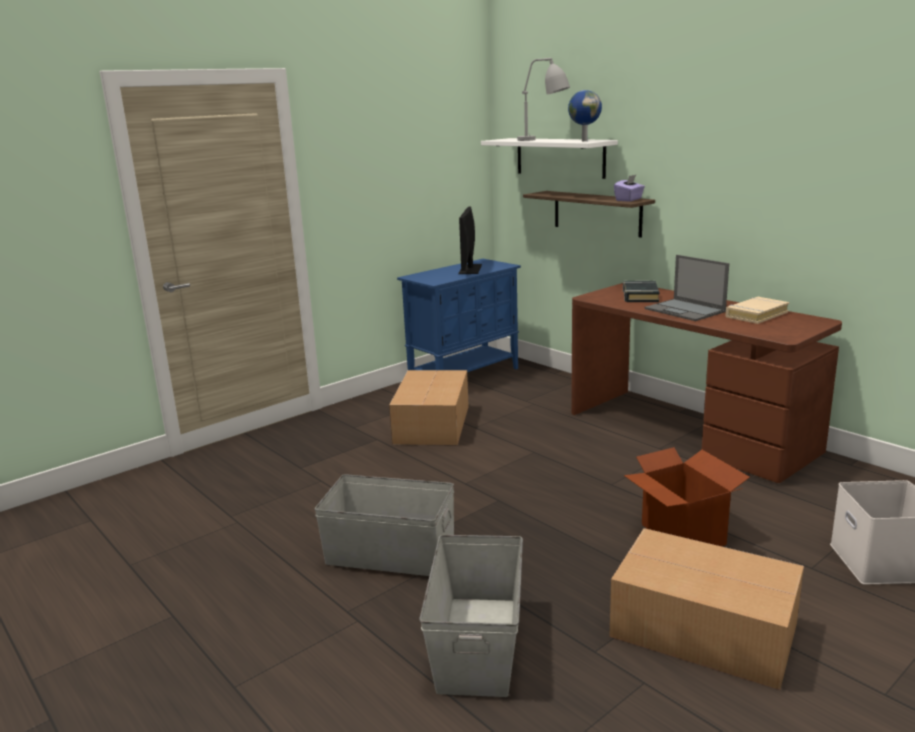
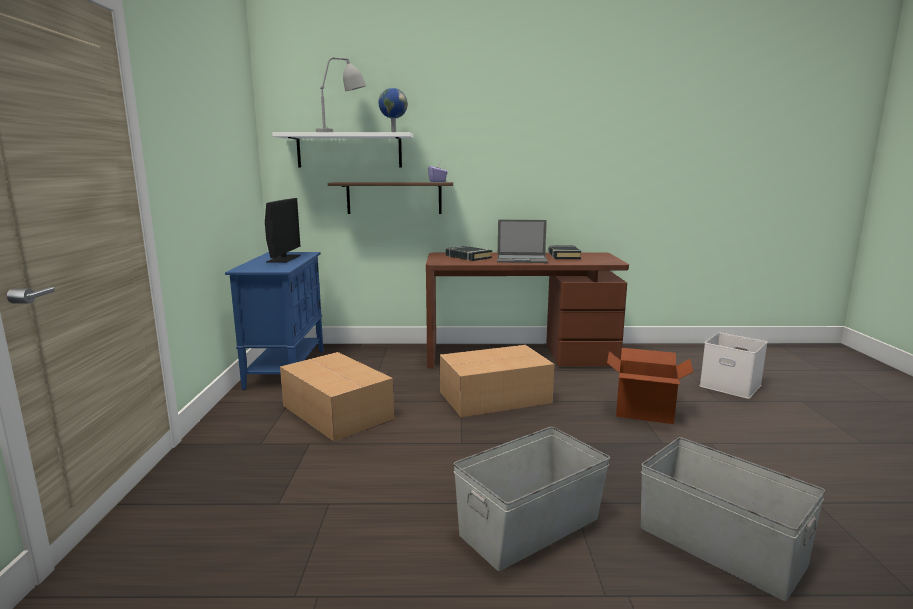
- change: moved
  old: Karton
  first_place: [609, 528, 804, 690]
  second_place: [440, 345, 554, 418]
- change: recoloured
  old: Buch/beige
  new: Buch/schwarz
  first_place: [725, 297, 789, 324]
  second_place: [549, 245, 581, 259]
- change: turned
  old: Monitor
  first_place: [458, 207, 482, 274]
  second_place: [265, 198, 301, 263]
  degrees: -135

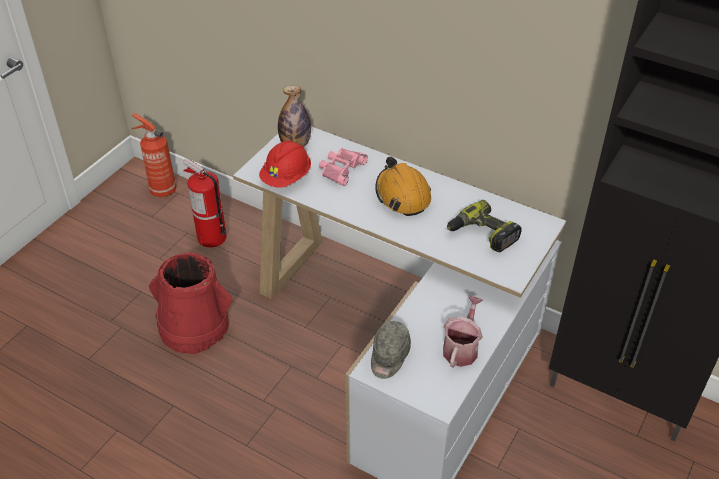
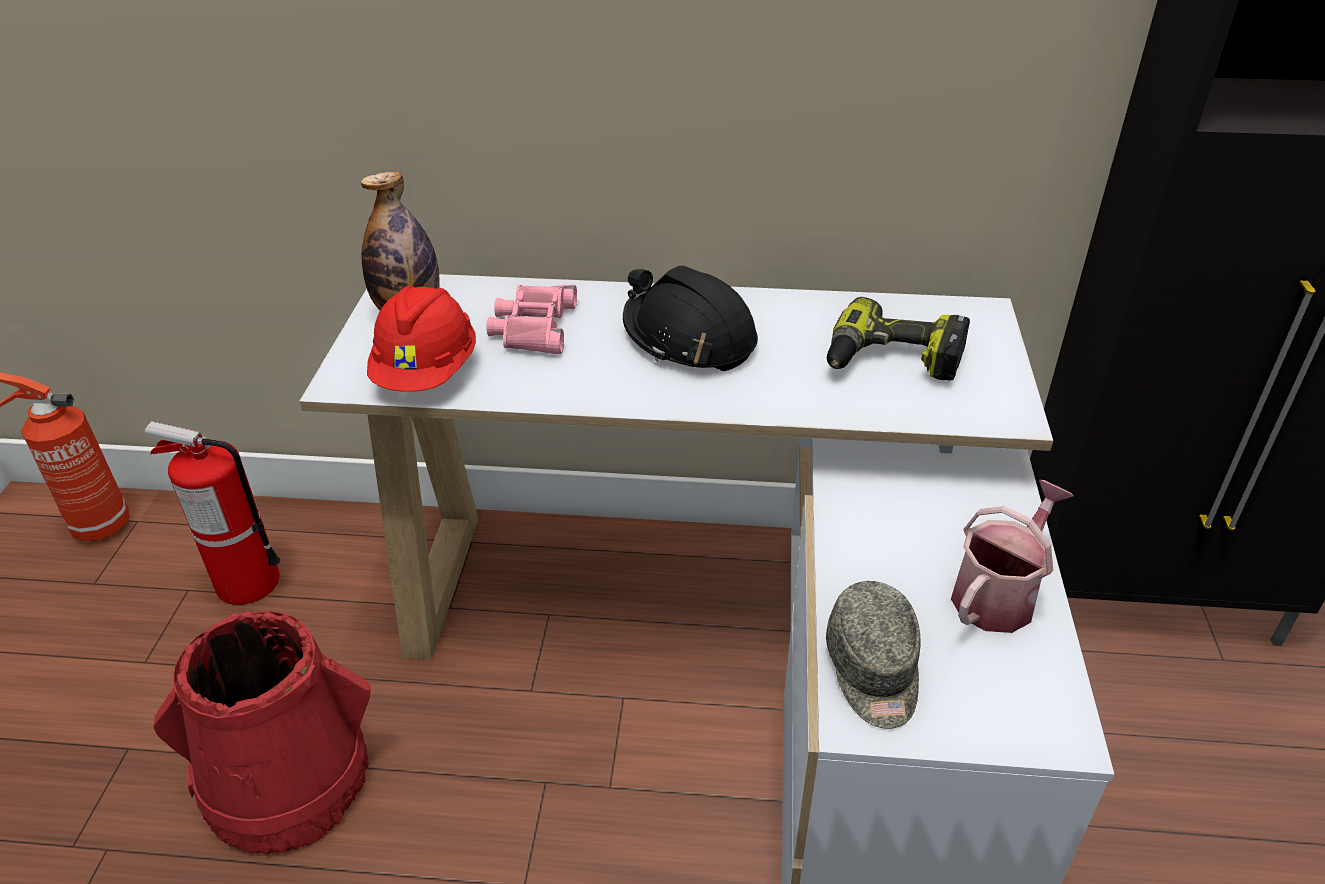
- change: recoloured
  old: Schutzhelm/orange
  new: Schutzhelm/schwarz
  first_place: [375, 157, 431, 216]
  second_place: [623, 265, 758, 371]
- change: turned
  old: Gießkanne
  first_place: [443, 296, 483, 368]
  second_place: [951, 480, 1074, 633]
  degrees: 45

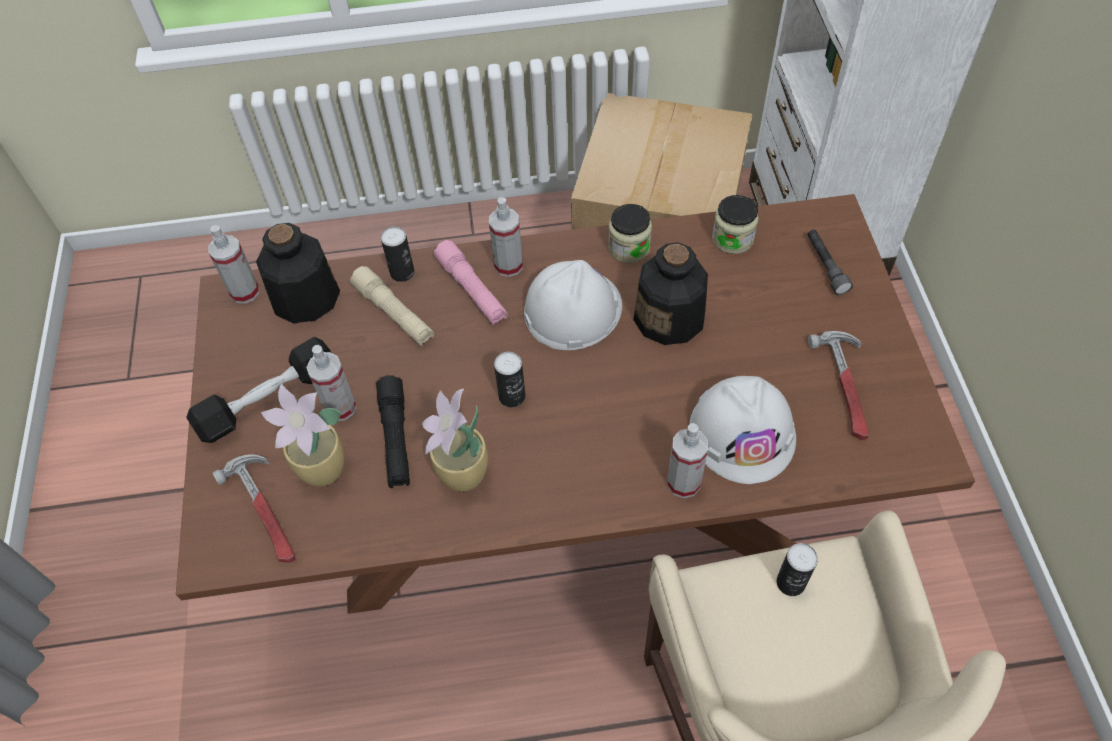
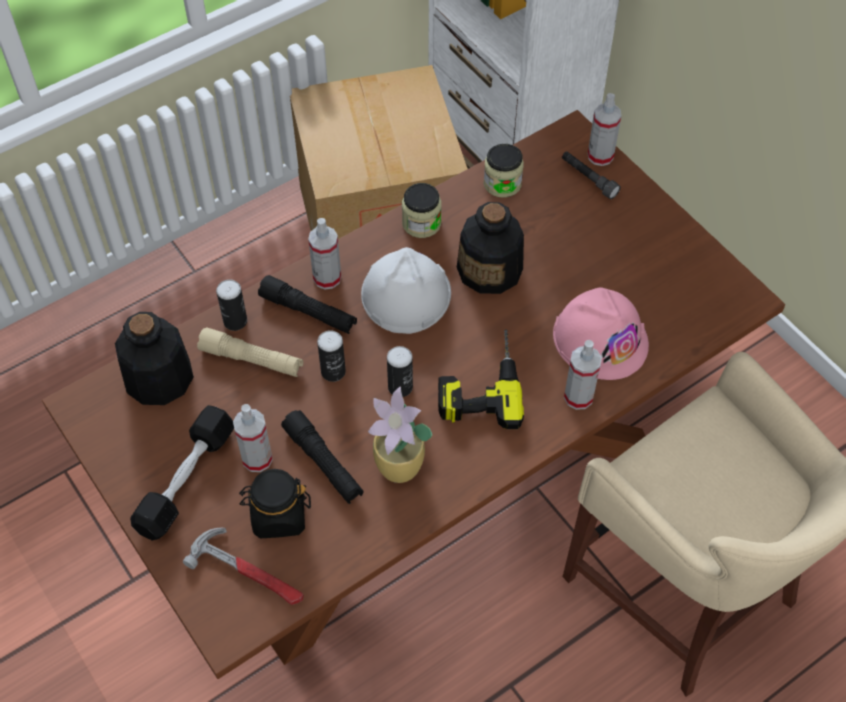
- change: removed
  old: Hammer
  first_place: [808, 331, 869, 440]
- change: added
  new: Bohrmaschine
  second_place: [438, 330, 524, 429]
- change: moved
  old: Sprühflasche
  first_place: [208, 225, 259, 304]
  second_place: [588, 93, 622, 166]
- change: moved
  old: Dose
  first_place: [777, 543, 818, 596]
  second_place: [317, 330, 346, 382]
- change: replaced
  old: Topfpflanze
  new: Vorratsglas/schwarz
  first_place: [261, 384, 344, 487]
  second_place: [239, 469, 311, 538]
- change: recoloured
  old: Taschenlampe/rosa
  new: Taschenlampe/schwarz
  first_place: [434, 240, 508, 325]
  second_place: [258, 275, 357, 334]
- change: recoloured
  old: Schutzhelm/weiß
  new: Schutzhelm/rosa
  first_place: [690, 376, 796, 484]
  second_place: [553, 287, 649, 380]

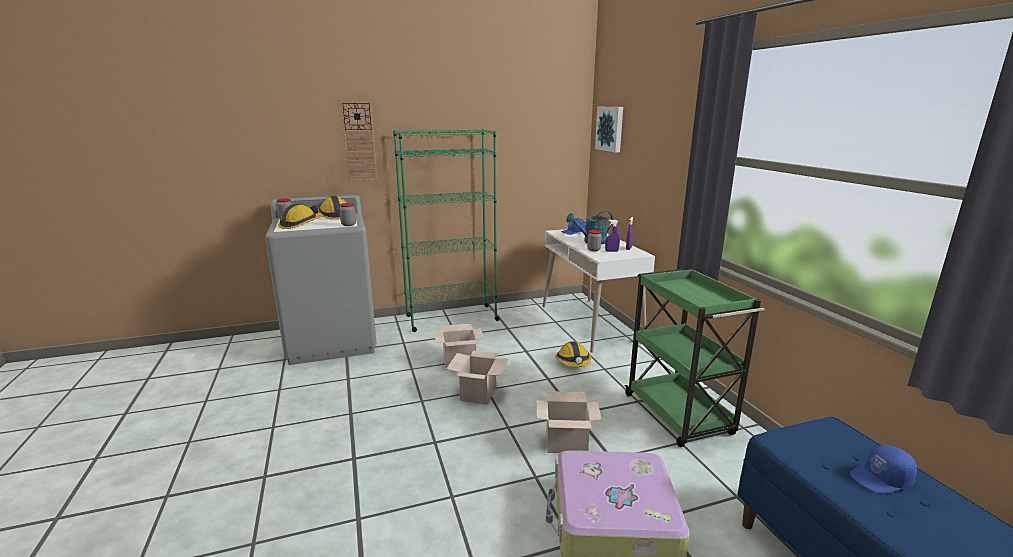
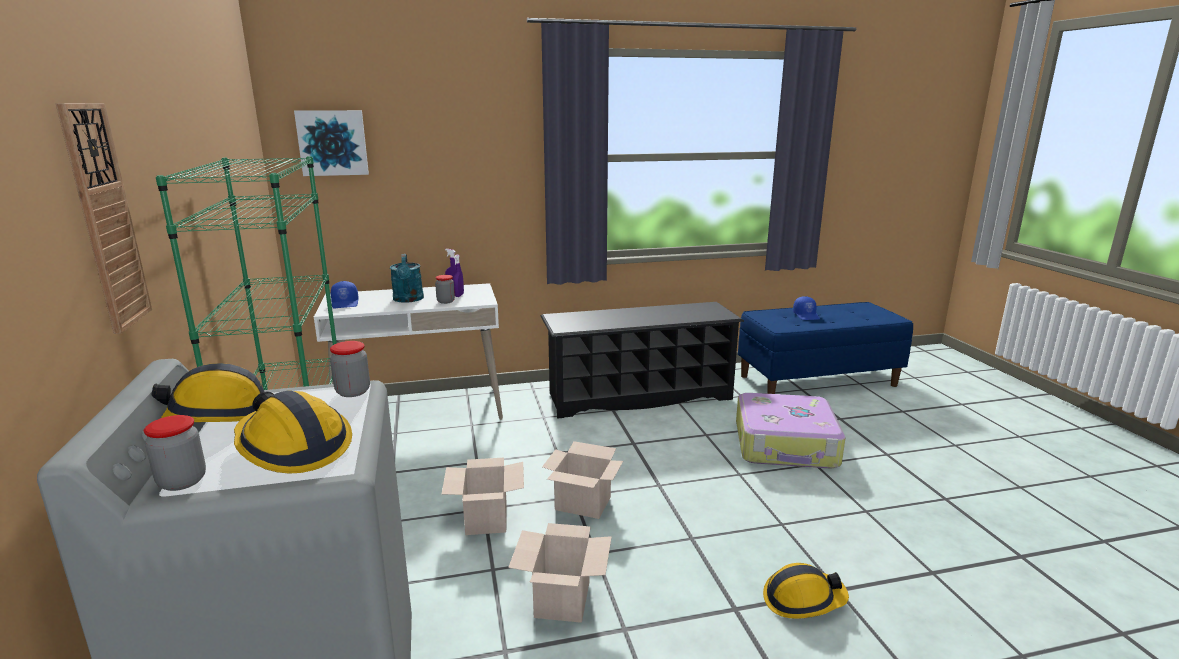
- change: moved
  old: Karton
  first_place: [536, 391, 602, 453]
  second_place: [508, 523, 612, 623]
- change: moved
  old: Schutzhelm
  first_place: [555, 342, 591, 367]
  second_place: [763, 563, 849, 619]
- change: replaced
  old: Rollwagen/grün
  new: Schuhregal/schwarz
  first_place: [624, 268, 765, 447]
  second_place: [540, 302, 744, 419]

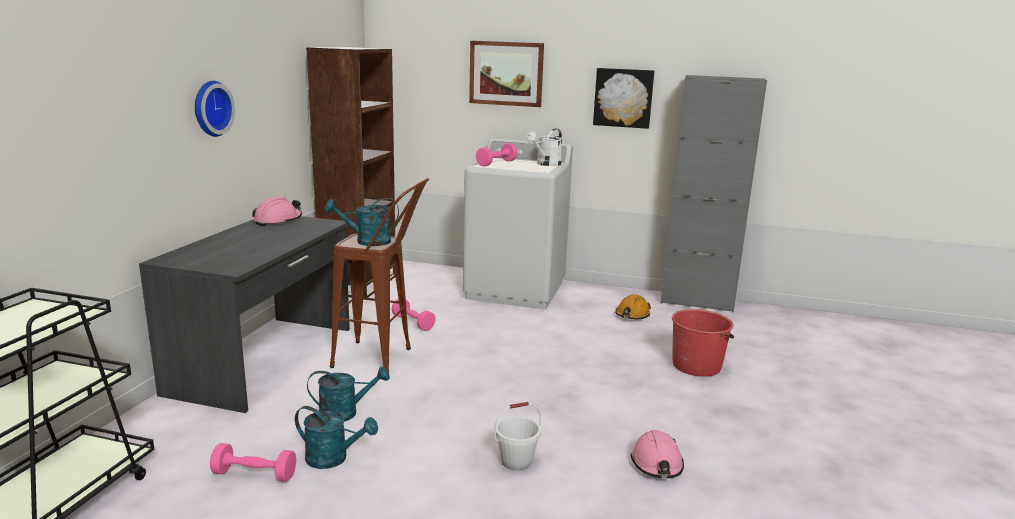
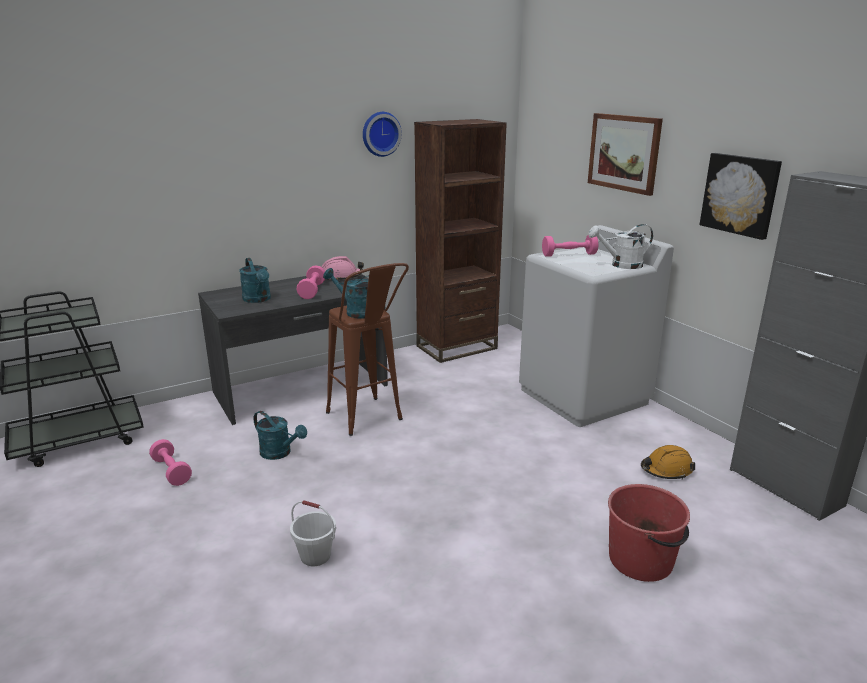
- change: removed
  old: Schutzhelm/rosa
  first_place: [631, 430, 684, 478]
- change: moved
  old: Wanduhr
  first_place: [195, 81, 235, 137]
  second_place: [363, 112, 402, 157]
- change: moved
  old: Gießkanne/türkis
  first_place: [295, 406, 378, 469]
  second_place: [239, 258, 271, 303]
- change: moved
  old: Hantel/rosa
  first_place: [392, 299, 436, 331]
  second_place: [296, 266, 325, 299]

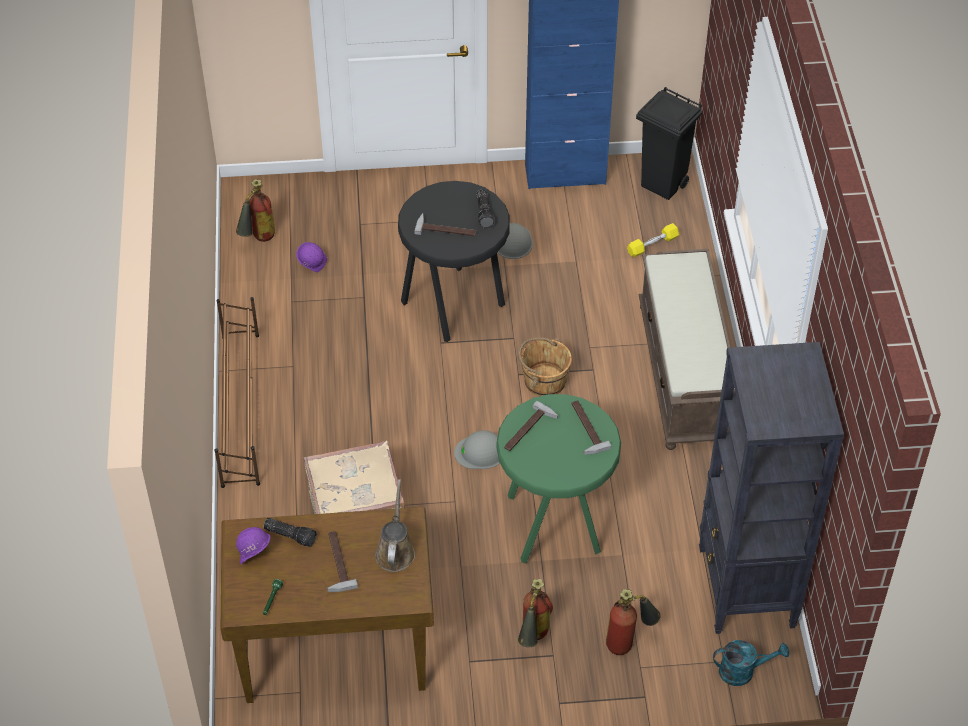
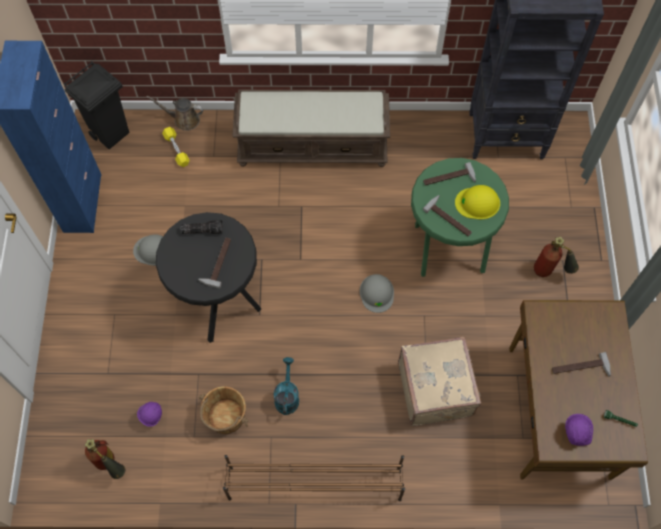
- change: removed
  old: Taschenlampe
  first_place: [264, 518, 317, 547]
- change: removed
  old: Feuerlöscher
  first_place: [606, 589, 661, 655]
- change: added
  new: Schutzhelm/gelb
  second_place: [455, 185, 500, 219]
- change: moved
  old: Gießkanne/braun
  first_place: [375, 479, 415, 572]
  second_place: [146, 96, 204, 131]
- change: moved
  old: Eimer/braun
  first_place: [518, 337, 572, 396]
  second_place: [199, 386, 249, 434]
- change: moved
  old: Gießkanne/türkis
  first_place: [713, 640, 789, 686]
  second_place: [274, 357, 299, 415]

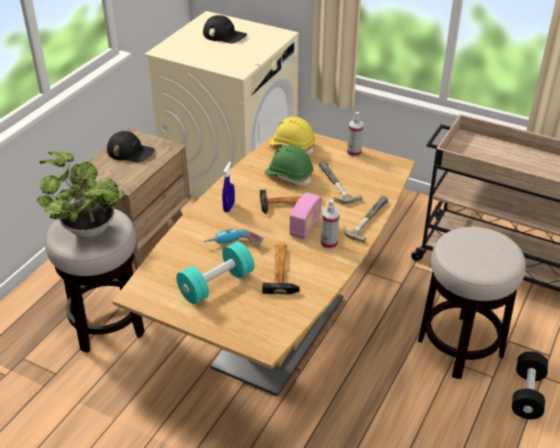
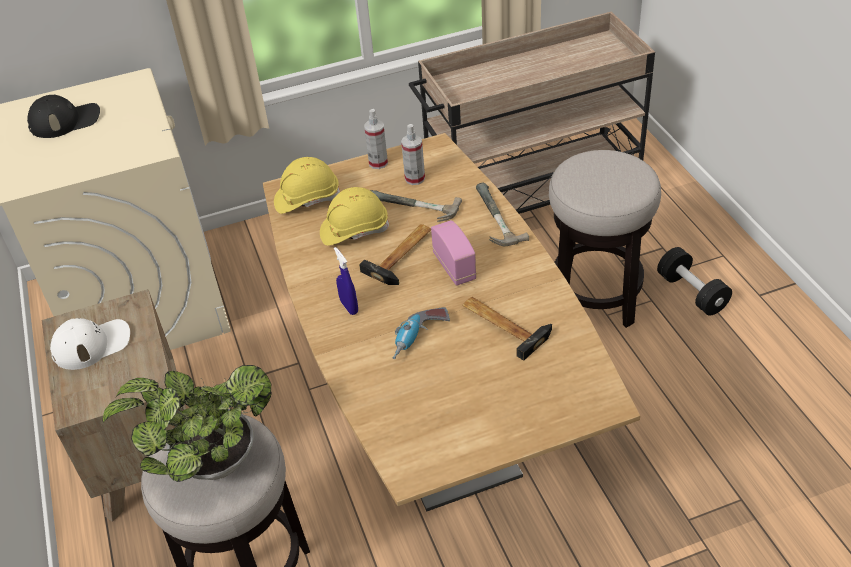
- change: removed
  old: Hantel/türkis
  first_place: [176, 241, 254, 304]
- change: moved
  old: Sprühflasche
  first_place: [321, 200, 340, 249]
  second_place: [401, 124, 425, 185]
- change: recoloured
  old: Kappe/schwarz
  new: Kappe/weiß
  first_place: [107, 131, 155, 163]
  second_place: [50, 318, 130, 370]
- change: recoloured
  old: Schutzhelm/grün
  new: Schutzhelm/gelb
  first_place: [264, 145, 313, 186]
  second_place: [320, 187, 389, 246]

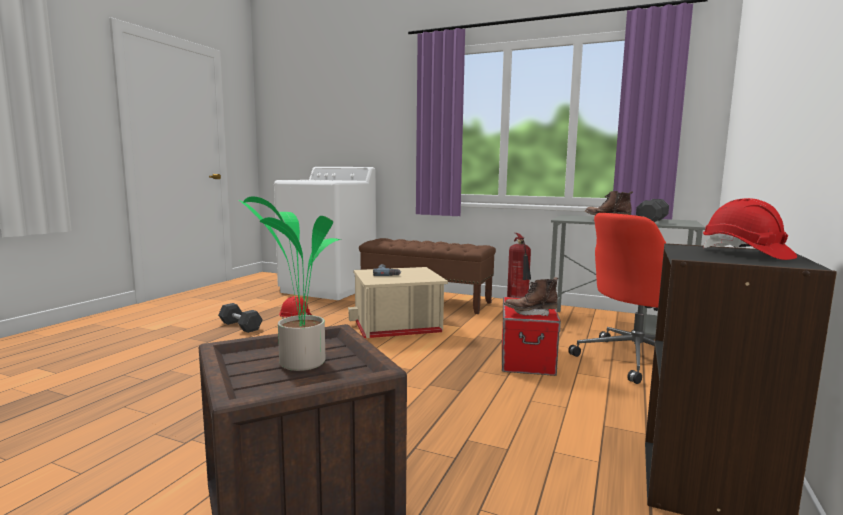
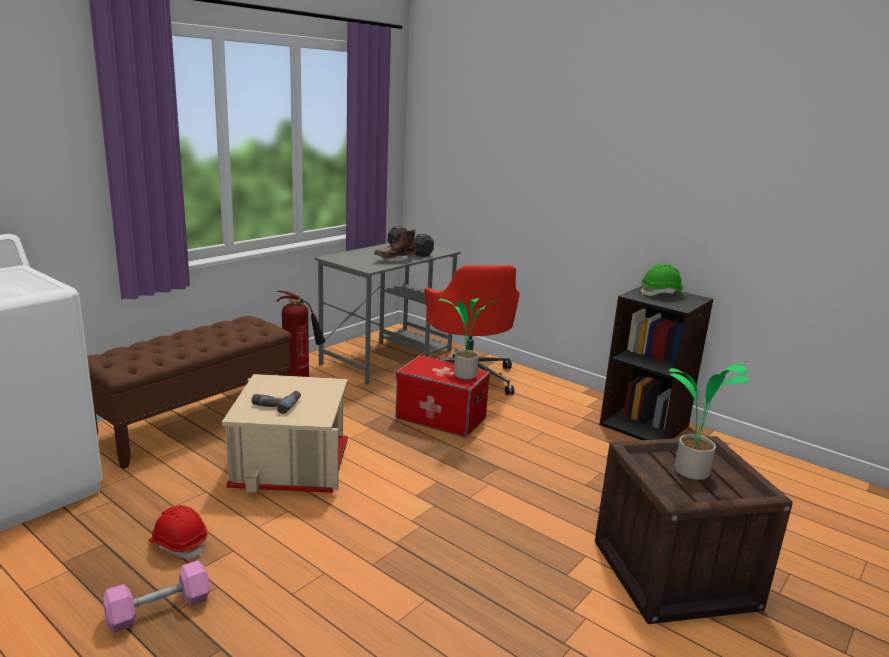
- change: replaced
  old: Stiefel/braun
  new: Topfpflanze
  first_place: [504, 277, 558, 316]
  second_place: [439, 298, 500, 379]
- change: recoloured
  old: Hantel/grau
  new: Hantel/rosa
  first_place: [218, 303, 263, 333]
  second_place: [103, 560, 210, 633]
- change: recoloured
  old: Schutzhelm/rot
  new: Schutzhelm/grün
  first_place: [703, 198, 797, 260]
  second_place: [641, 264, 686, 296]

